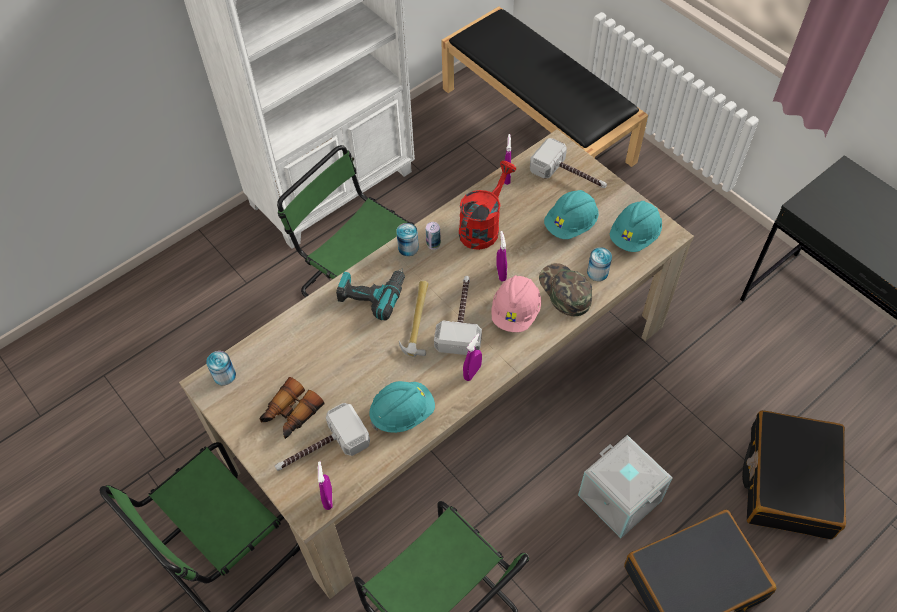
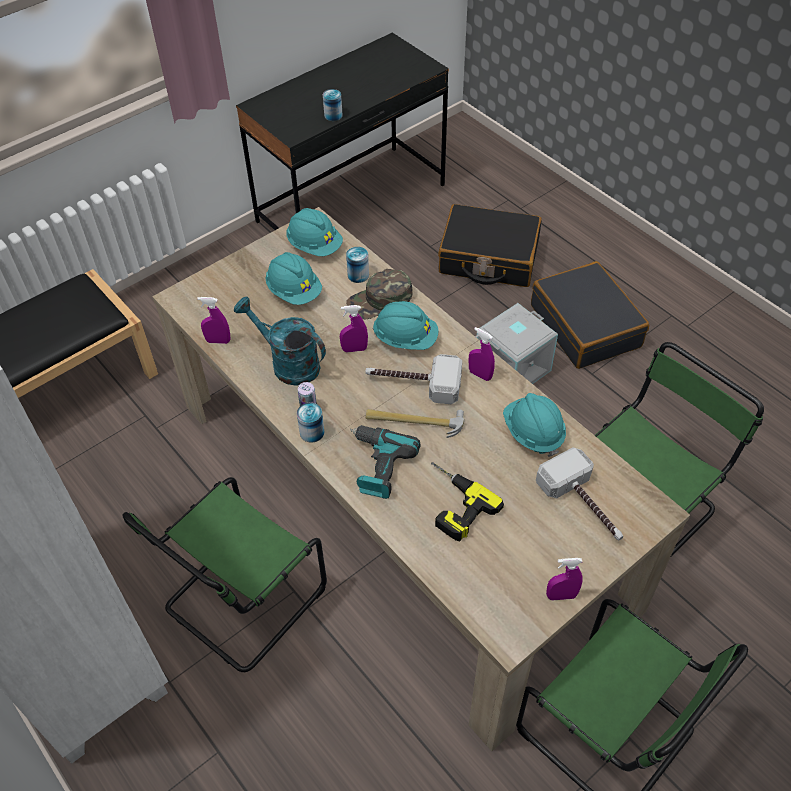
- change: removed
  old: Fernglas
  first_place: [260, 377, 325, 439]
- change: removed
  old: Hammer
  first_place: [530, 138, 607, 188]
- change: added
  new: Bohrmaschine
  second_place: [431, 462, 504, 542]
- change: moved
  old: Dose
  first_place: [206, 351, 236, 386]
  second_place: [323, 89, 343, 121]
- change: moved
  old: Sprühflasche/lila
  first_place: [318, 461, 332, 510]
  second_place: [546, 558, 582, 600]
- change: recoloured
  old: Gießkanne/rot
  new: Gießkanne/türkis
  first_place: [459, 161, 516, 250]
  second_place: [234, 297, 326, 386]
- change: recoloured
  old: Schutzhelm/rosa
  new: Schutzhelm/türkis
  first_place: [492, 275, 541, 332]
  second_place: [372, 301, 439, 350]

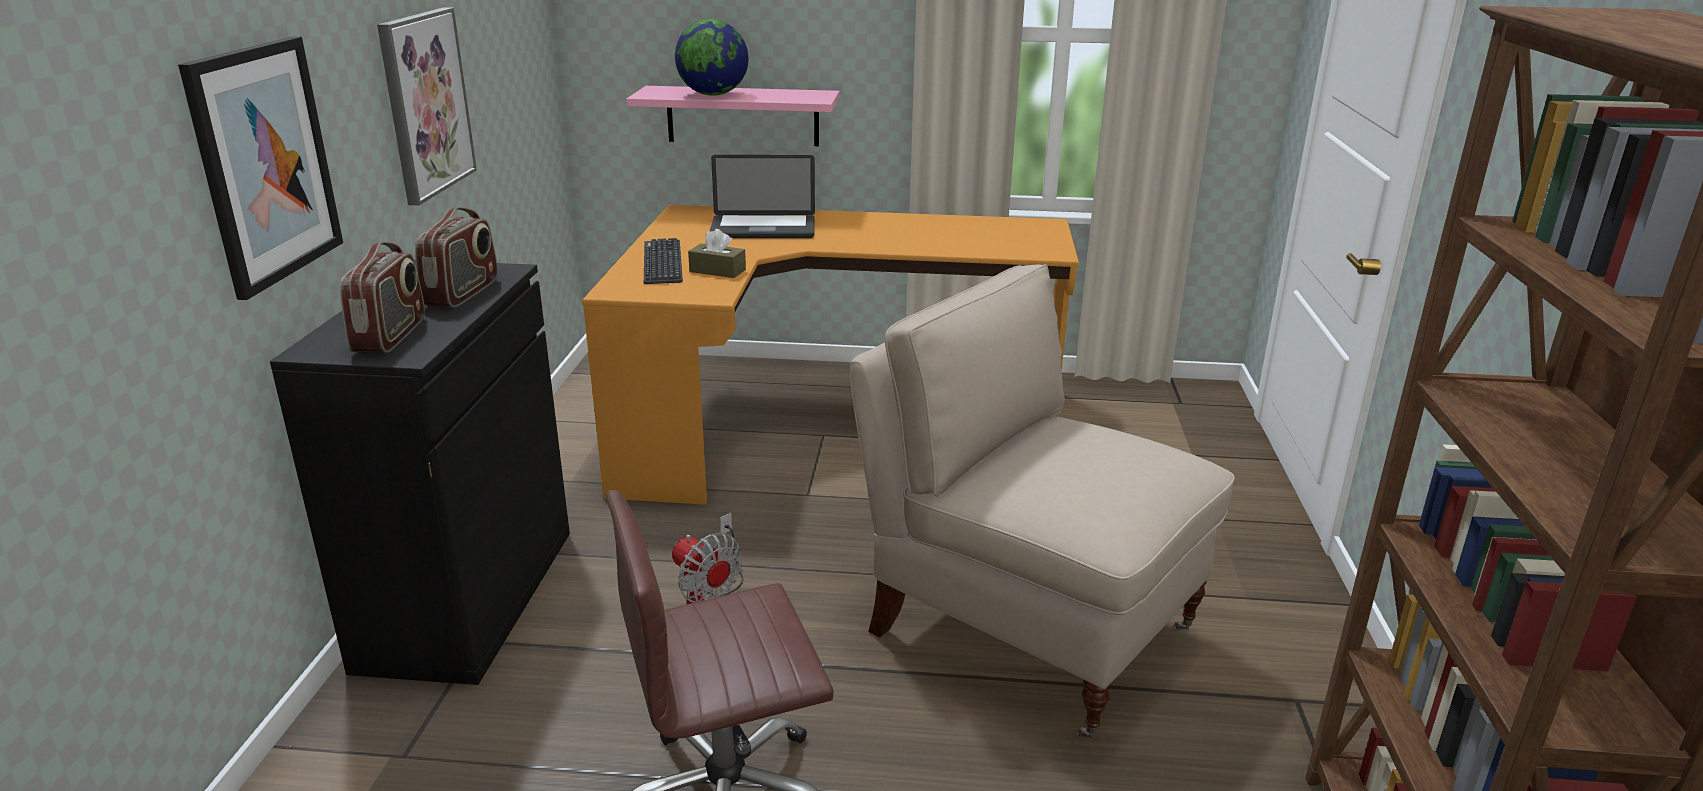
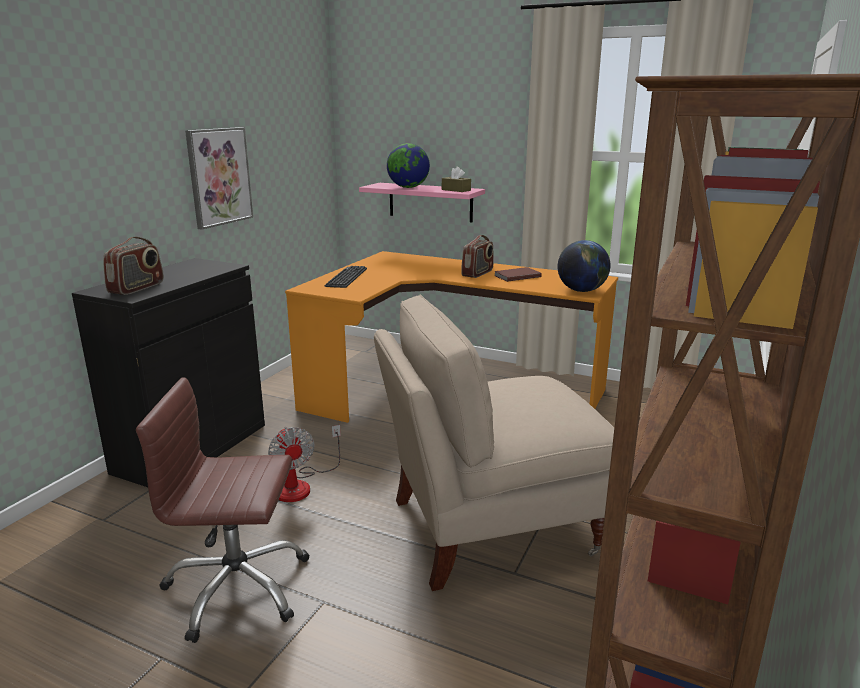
- change: removed
  old: Bild
  first_place: [178, 36, 343, 300]
- change: removed
  old: Laptop
  first_place: [710, 155, 815, 238]
- change: added
  new: Buch/braun
  second_place: [494, 267, 542, 282]
- change: added
  new: Globus
  second_place: [558, 240, 611, 292]
- change: moved
  old: Radio
  first_place: [415, 207, 498, 307]
  second_place: [461, 235, 494, 278]
- change: moved
  old: Taschentuchbox/braun
  first_place: [688, 229, 746, 278]
  second_place: [442, 167, 471, 192]
- change: turned
  old: Stuhl/beige
  first_place: [850, 264, 1235, 737]
  second_place: [374, 295, 614, 591]
  degrees: -75

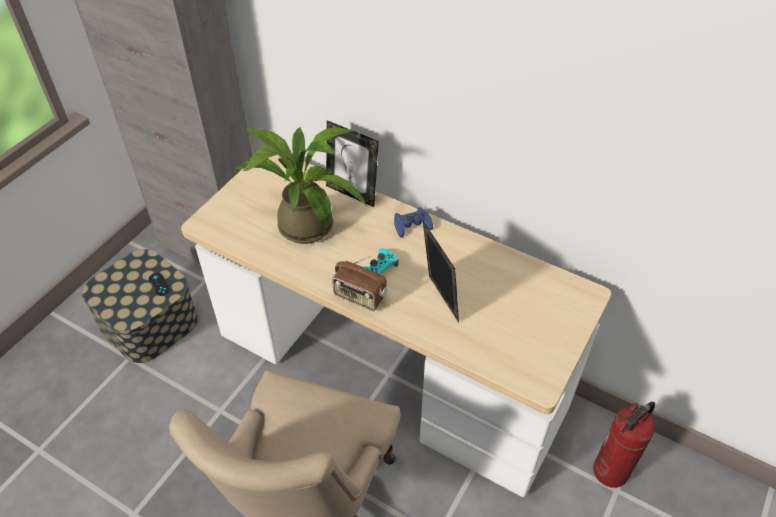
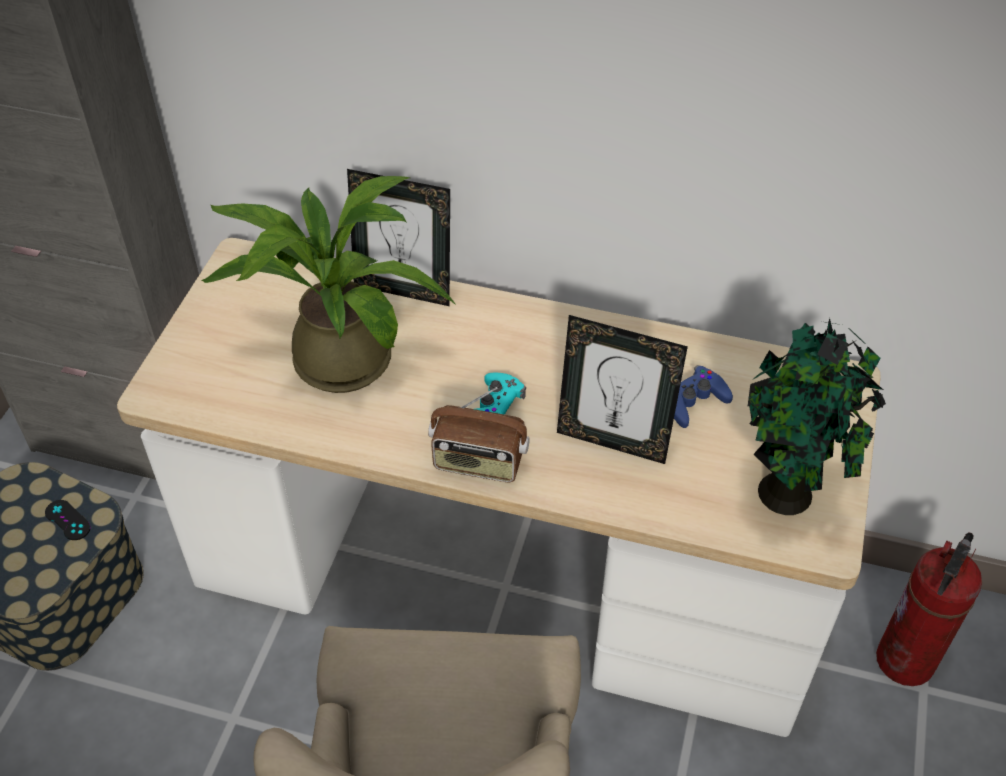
- change: added
  new: Topfpflanze
  second_place: [747, 318, 886, 515]
- change: moved
  old: Gamepad/blau
  first_place: [394, 207, 433, 238]
  second_place: [674, 365, 733, 428]
- change: turned
  old: Bilderrahmen
  first_place: [423, 221, 459, 323]
  second_place: [557, 315, 688, 464]
  degrees: 150

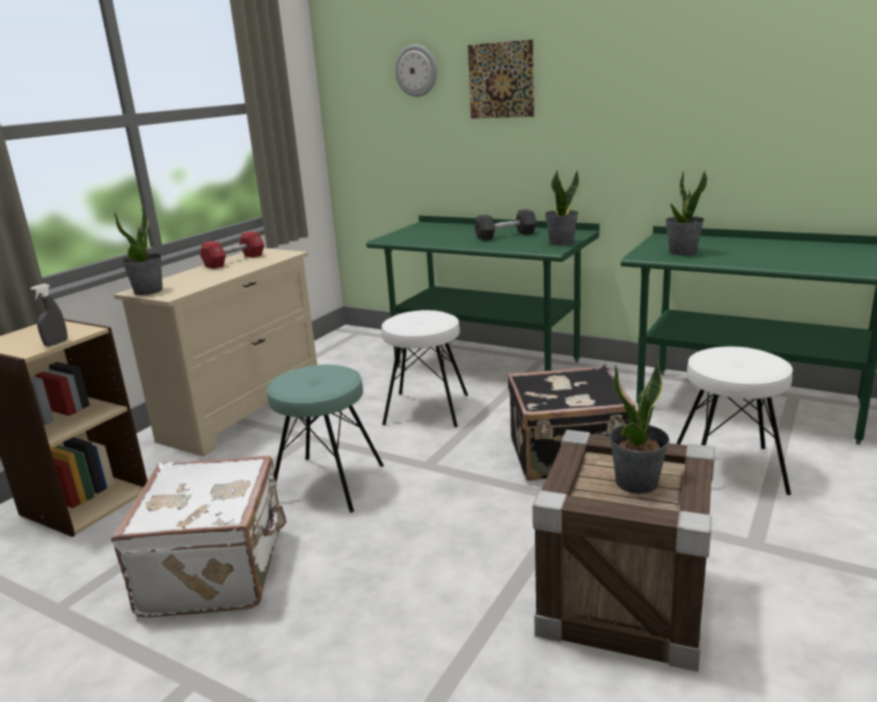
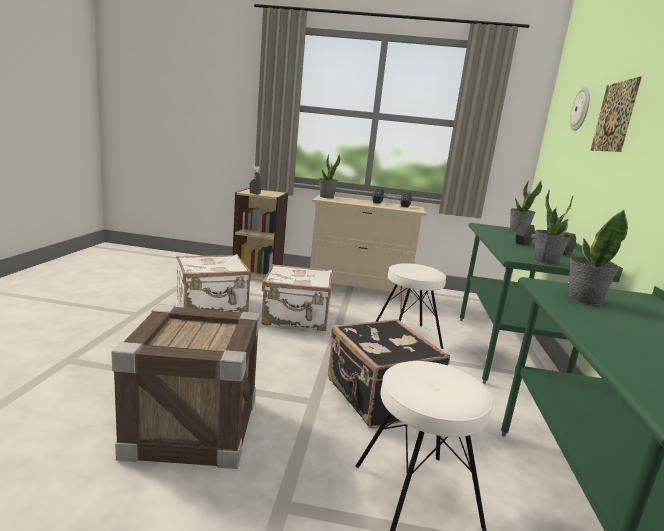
- change: moved
  old: Topfpflanze
  first_place: [609, 359, 670, 494]
  second_place: [510, 181, 542, 232]
- change: replaced
  old: Hocker/türkis
  new: Koffer/weiß
  first_place: [267, 365, 384, 513]
  second_place: [261, 264, 333, 331]
- change: recoloured
  old: Hantel/rot
  new: Hantel/schwarz
  first_place: [200, 231, 264, 269]
  second_place: [372, 188, 412, 208]

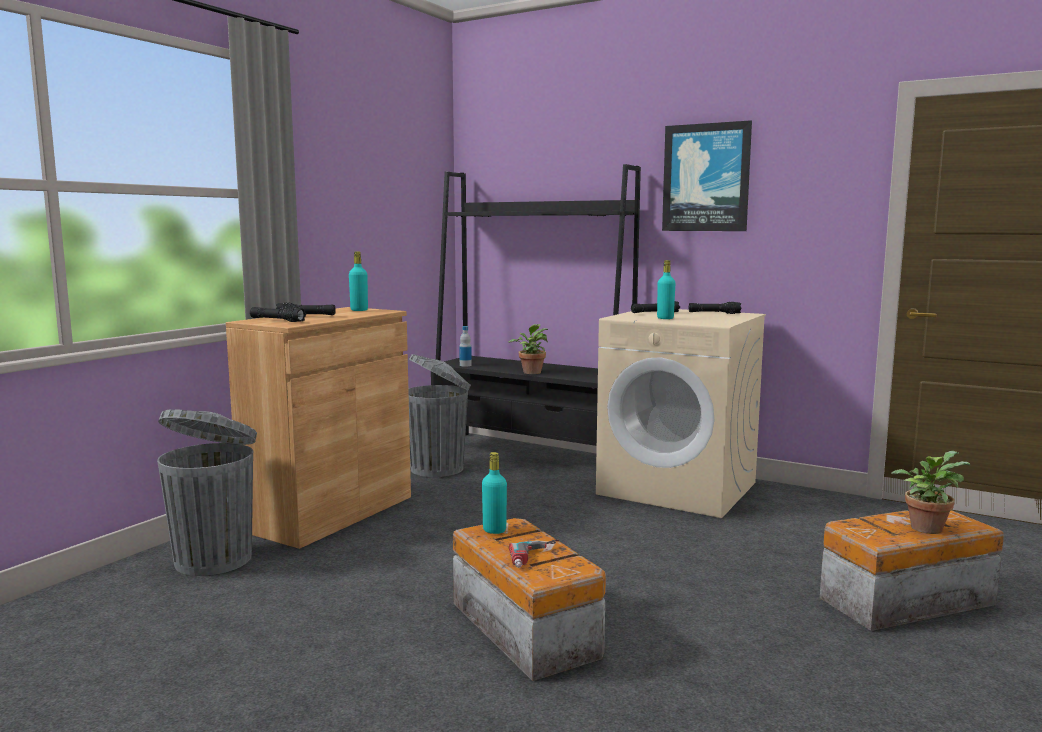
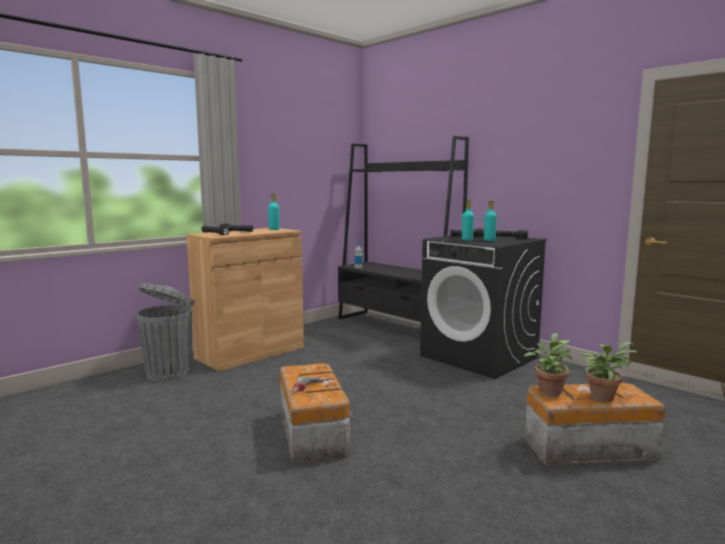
- change: removed
  old: Mülleimer/grau
  first_place: [408, 354, 471, 477]
- change: removed
  old: Bild
  first_place: [662, 120, 752, 231]
- change: moved
  old: Flasche/türkis
  first_place: [482, 452, 507, 534]
  second_place: [484, 200, 497, 241]
- change: moved
  old: Topfpflanze
  first_place: [509, 324, 548, 374]
  second_place: [524, 333, 572, 396]
- change: recoloured
  old: Waschmaschine/beige
  new: Waschmaschine/schwarz
  first_place: [596, 309, 766, 518]
  second_place: [420, 235, 547, 379]

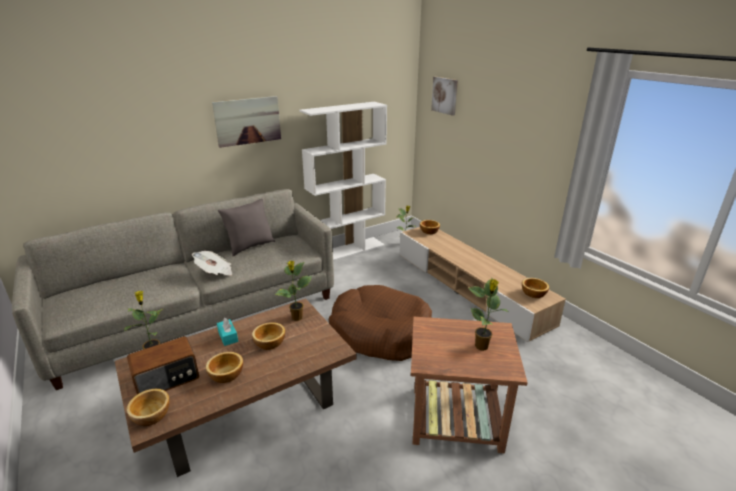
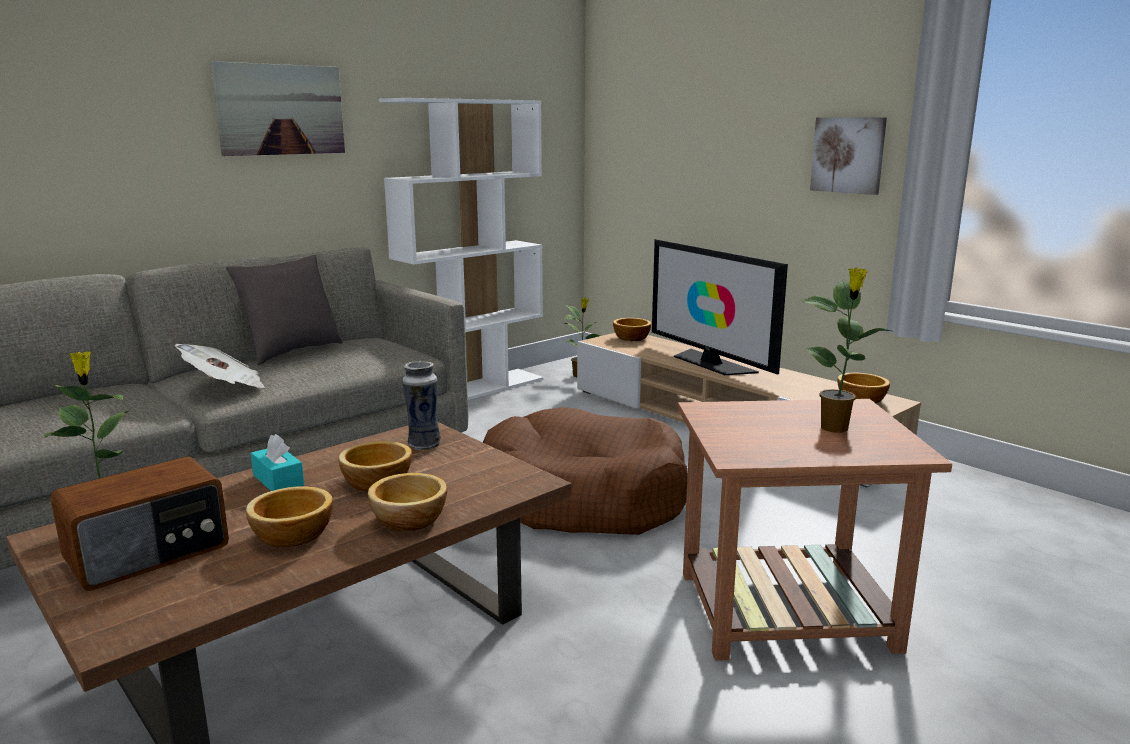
- change: added
  new: Fernseher
  second_place: [652, 239, 788, 375]
- change: moved
  old: Schüssel
  first_place: [126, 389, 170, 426]
  second_place: [368, 473, 447, 531]
- change: moved
  old: Bild
  first_place: [431, 77, 458, 116]
  second_place: [810, 117, 887, 195]
- change: replaced
  old: Topfpflanze
  new: Vase
  first_place: [275, 261, 312, 321]
  second_place: [402, 361, 441, 451]

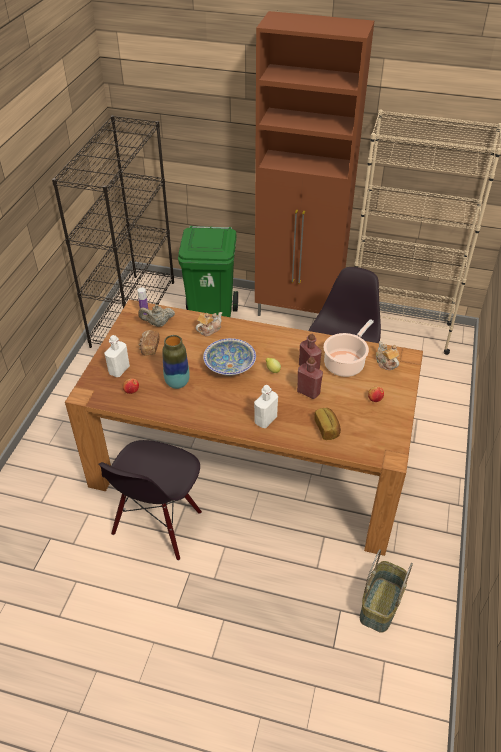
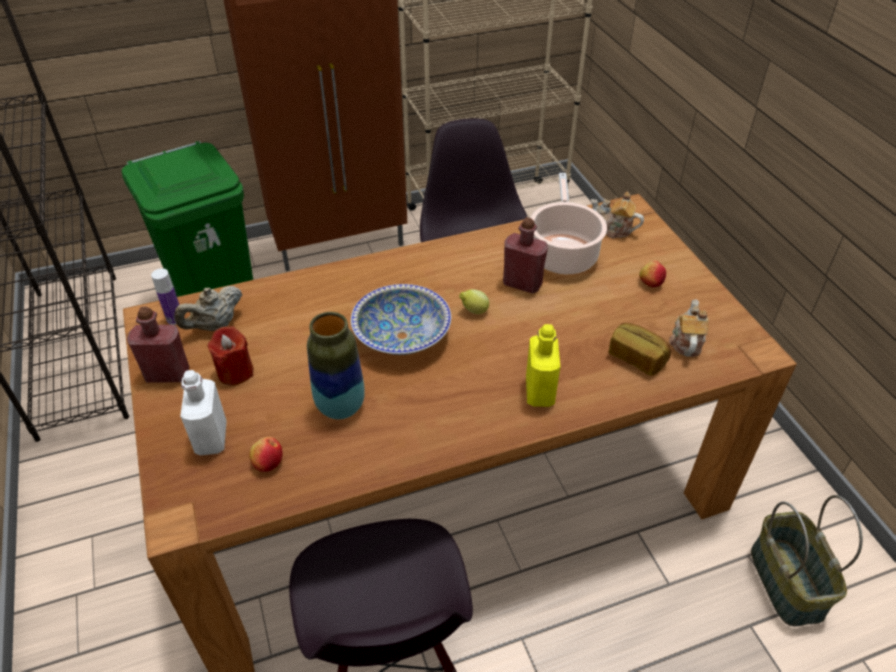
- change: moved
  old: Teekanne
  first_place: [196, 312, 222, 336]
  second_place: [669, 299, 708, 357]
- change: moved
  old: Flasche/rot
  first_place: [297, 357, 323, 399]
  second_place: [127, 307, 189, 383]
- change: replaced
  old: Brot
  new: Kerze/rot
  first_place: [139, 330, 160, 356]
  second_place: [207, 326, 254, 385]
- change: recoloured
  old: Flasche/weiß
  new: Flasche/gelb
  first_place: [254, 385, 278, 428]
  second_place: [526, 324, 560, 407]

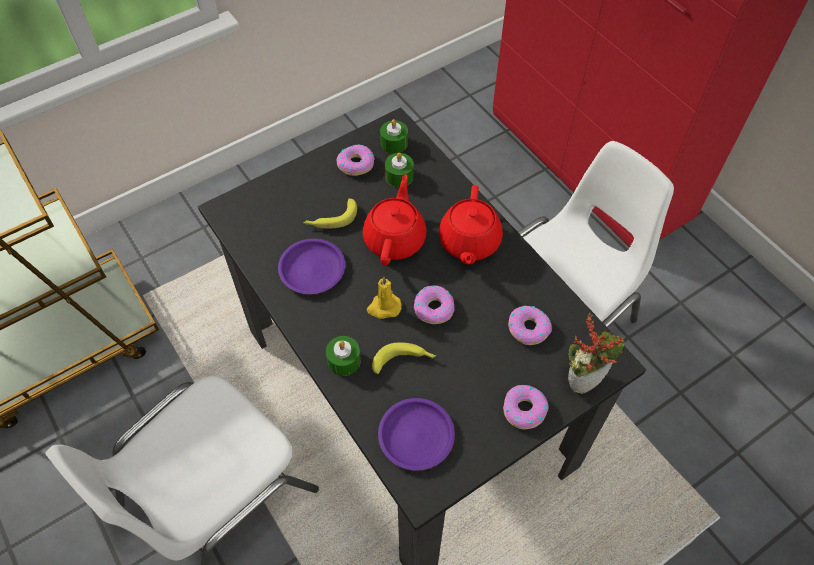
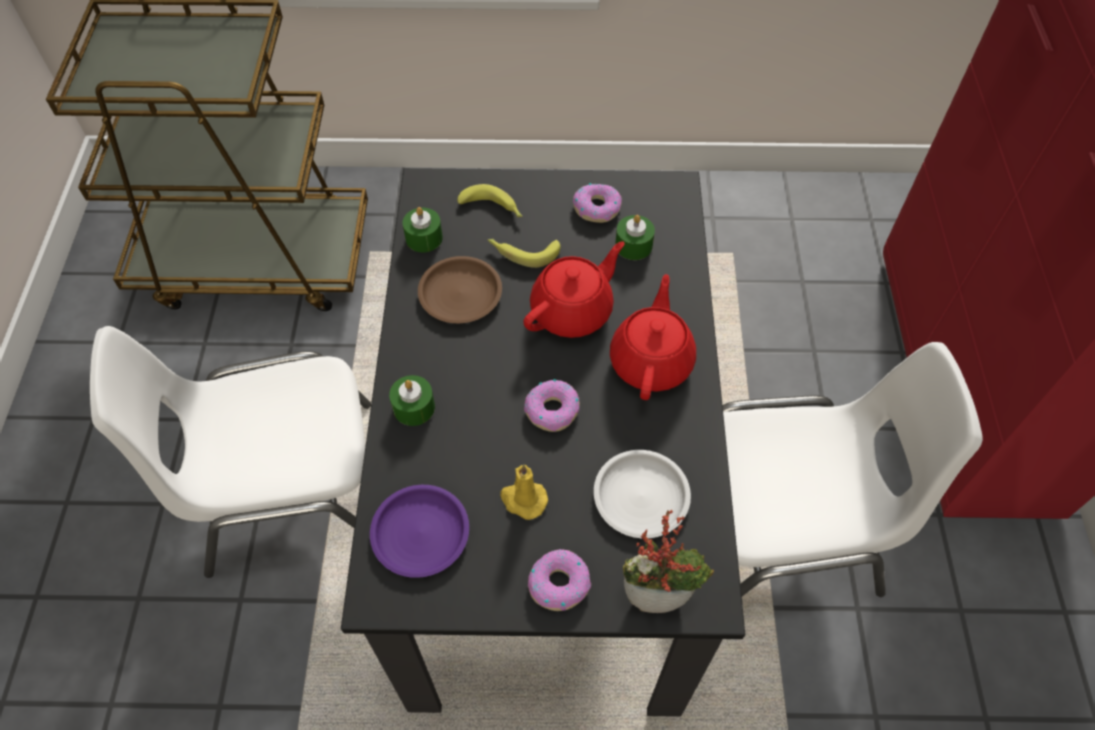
- change: moved
  old: Kerze/gelb
  first_place: [367, 276, 402, 319]
  second_place: [500, 464, 548, 520]
- change: moved
  old: Banane
  first_place: [372, 342, 436, 374]
  second_place: [457, 184, 523, 218]
- change: moved
  old: Kerze/grün
  first_place: [380, 119, 408, 154]
  second_place: [402, 207, 443, 252]
- change: replaced
  old: Donut
  new: Teller/weiß
  first_place: [508, 306, 552, 345]
  second_place: [594, 450, 691, 538]
- change: recoloured
  old: Teller/lila
  new: Teller/braun
  first_place: [278, 239, 345, 294]
  second_place: [418, 256, 502, 323]
- change: turned
  old: Teekanne/rot
  first_place: [439, 185, 503, 264]
  second_place: [610, 274, 696, 400]
  degrees: 150

